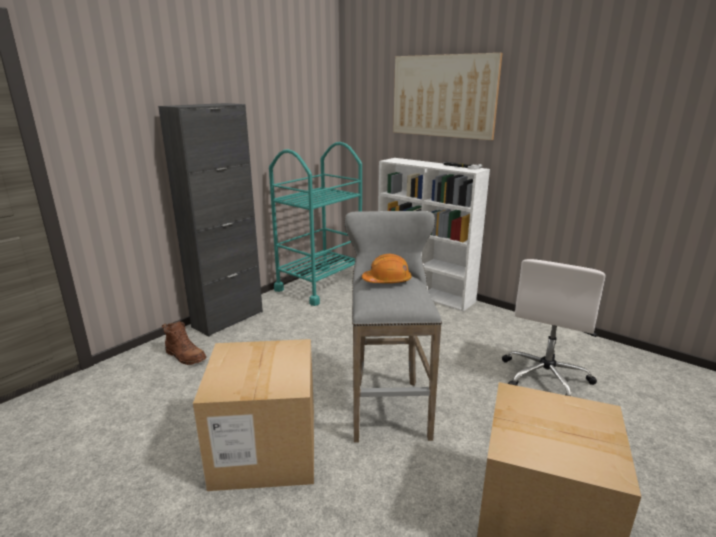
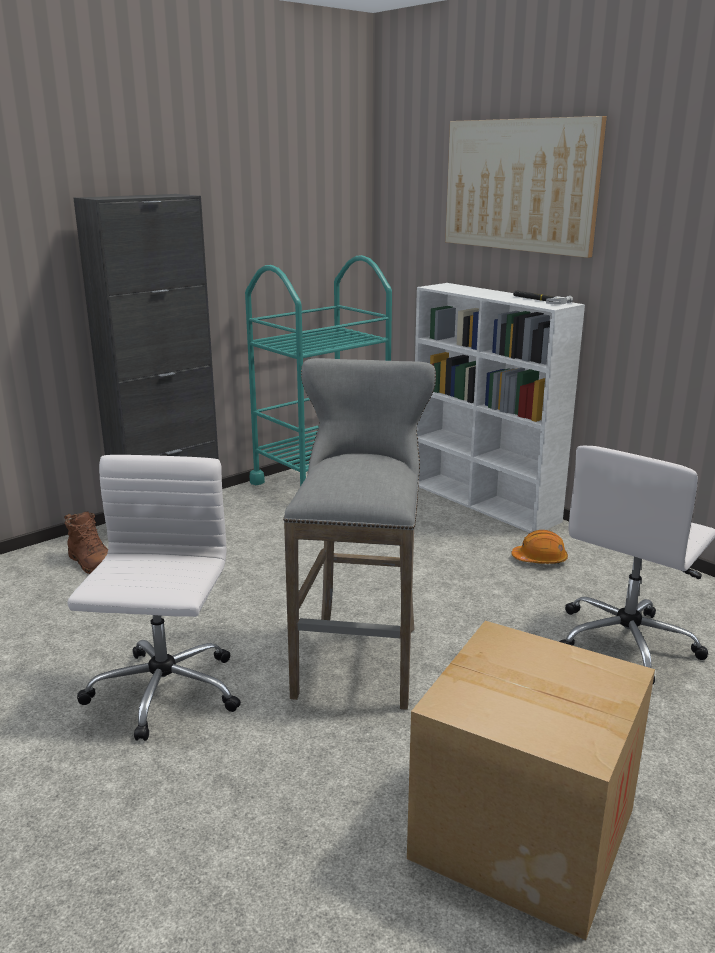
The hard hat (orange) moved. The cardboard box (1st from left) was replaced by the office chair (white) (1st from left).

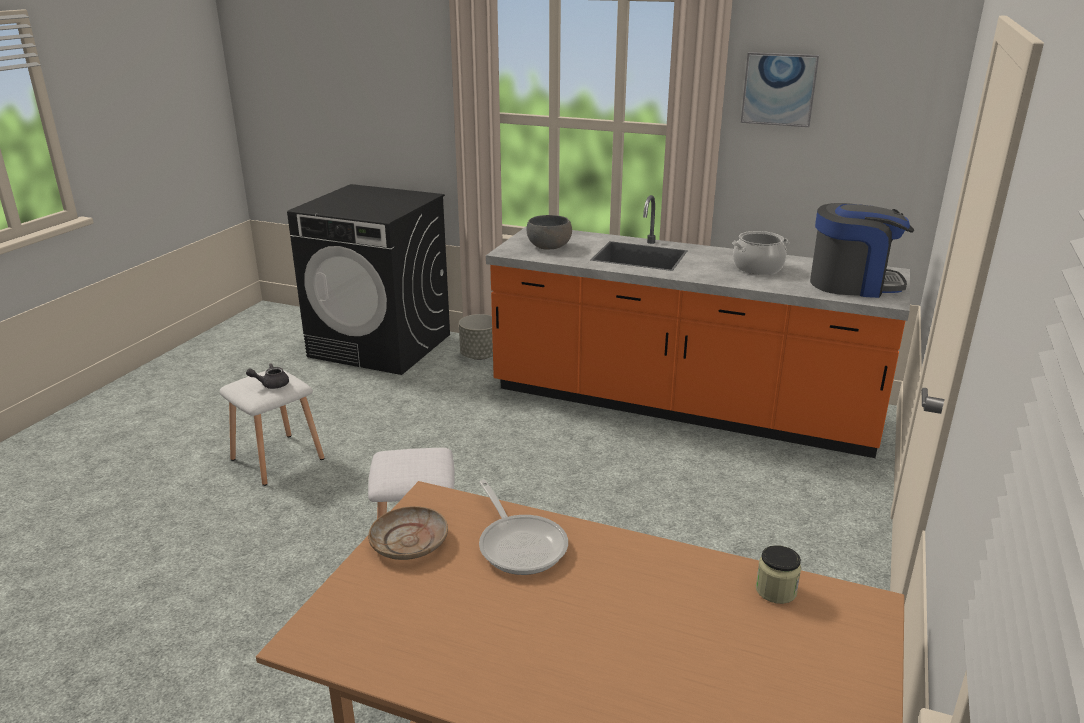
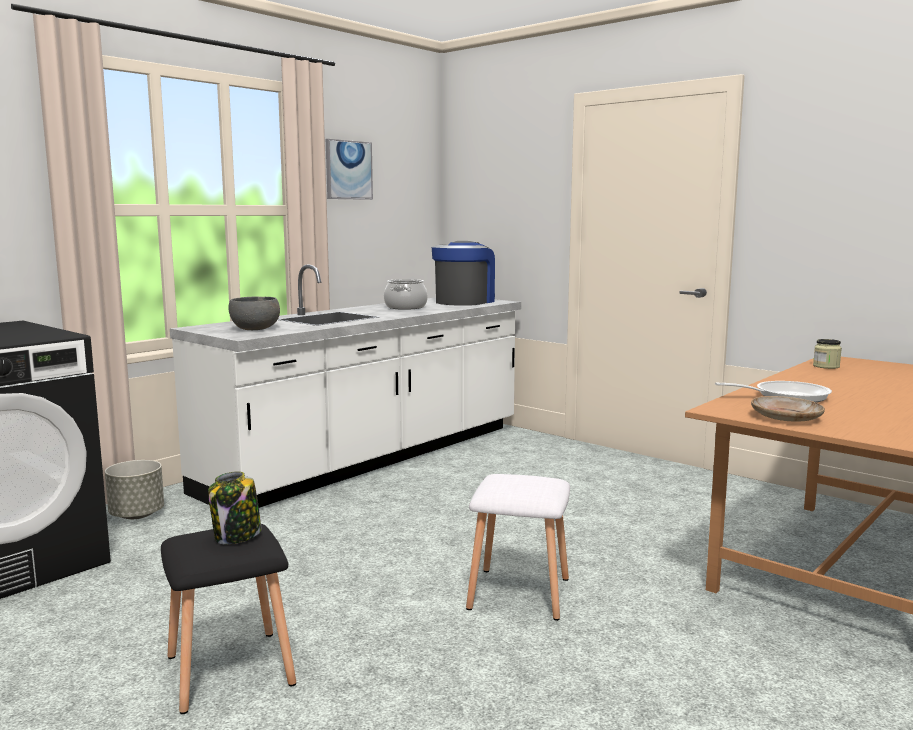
The teapot (grey) was replaced by the jar (1st from left). The stool (white) (1st from left) became the stool (black). The counter (orange) became the counter (white).

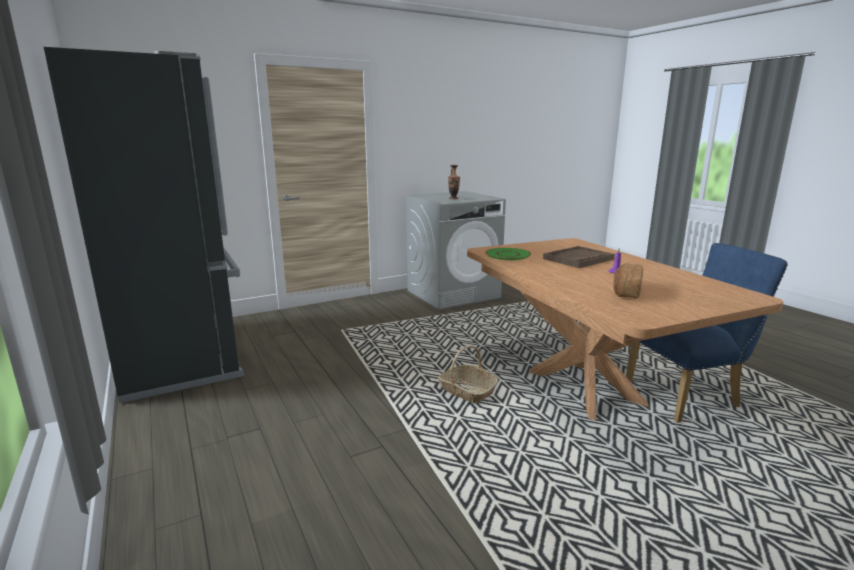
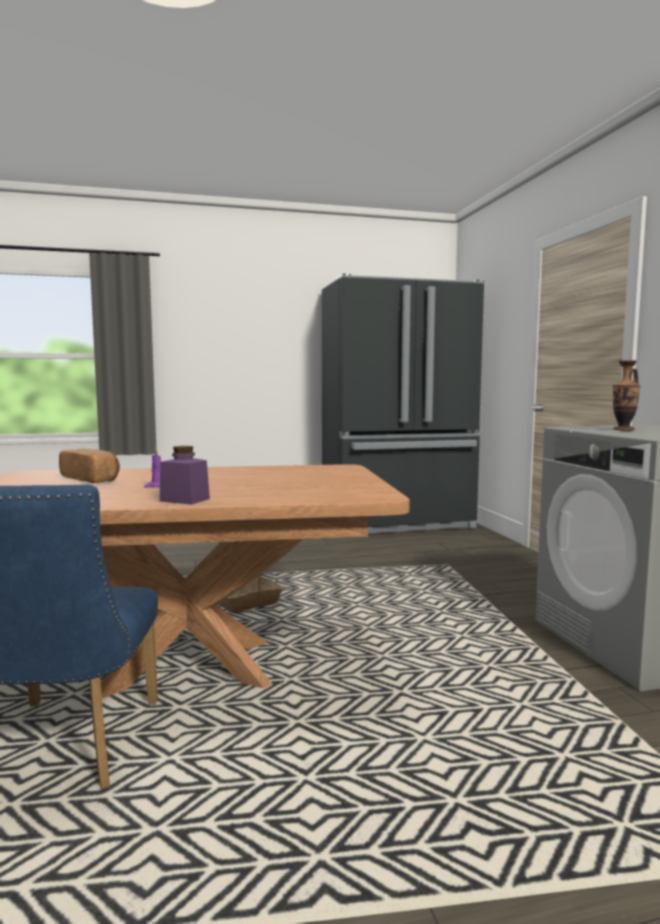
The plate (green) disappeared. The tray (brown) disappeared. The jar (purple) appeared.

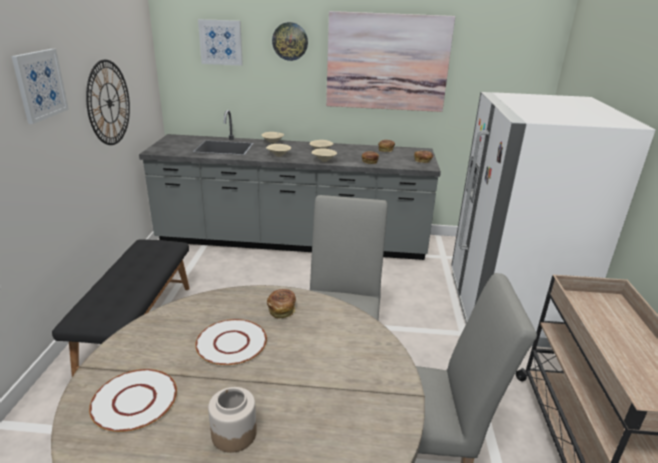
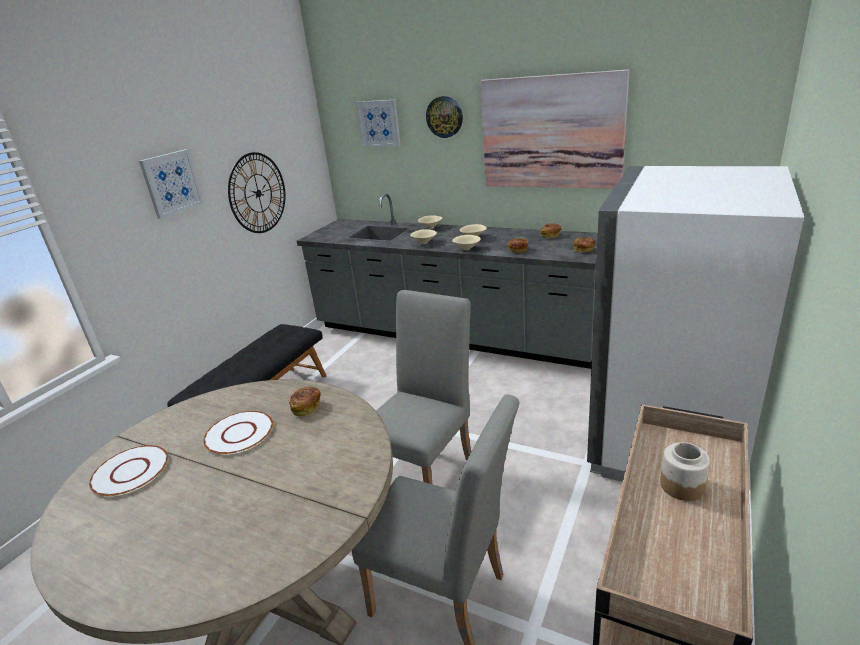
The jar moved.

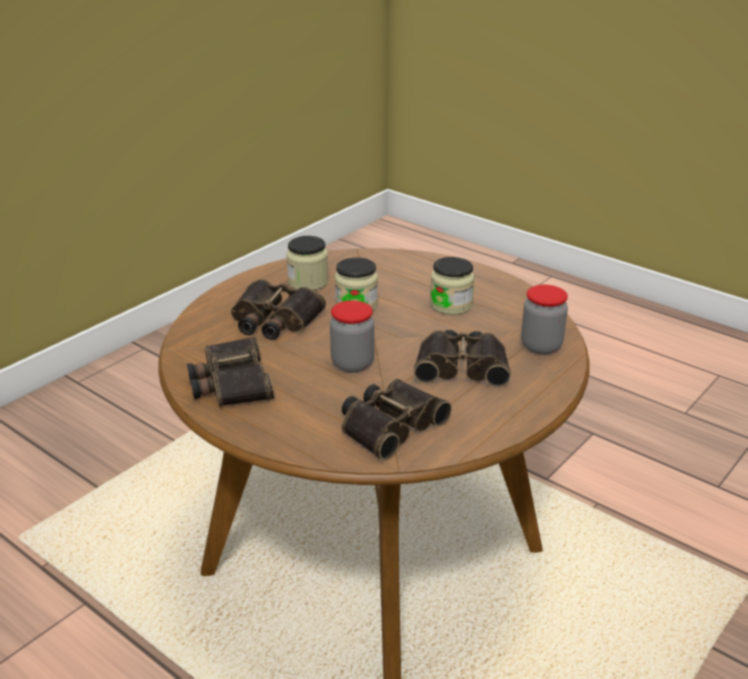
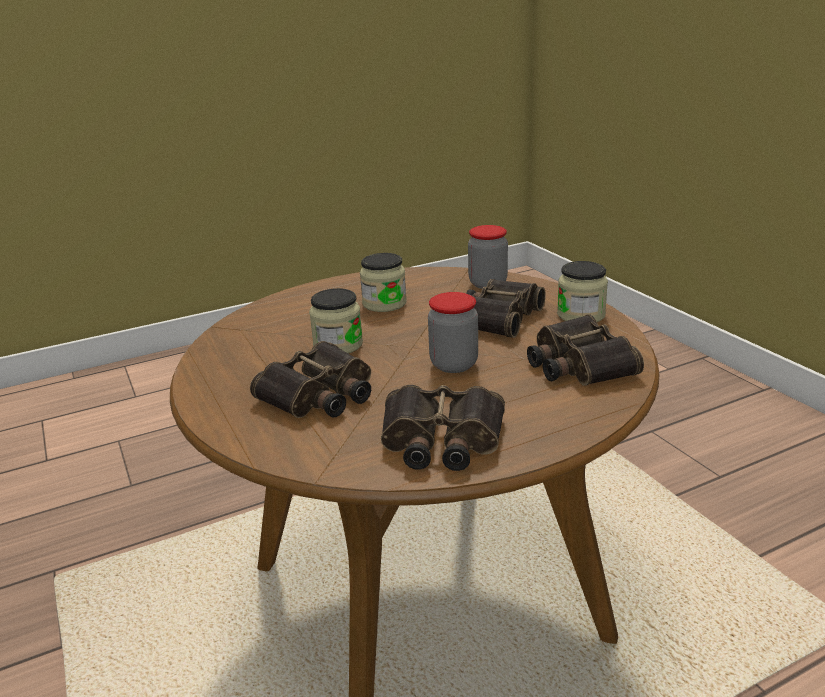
The jar (1st from left in the first image) moved.

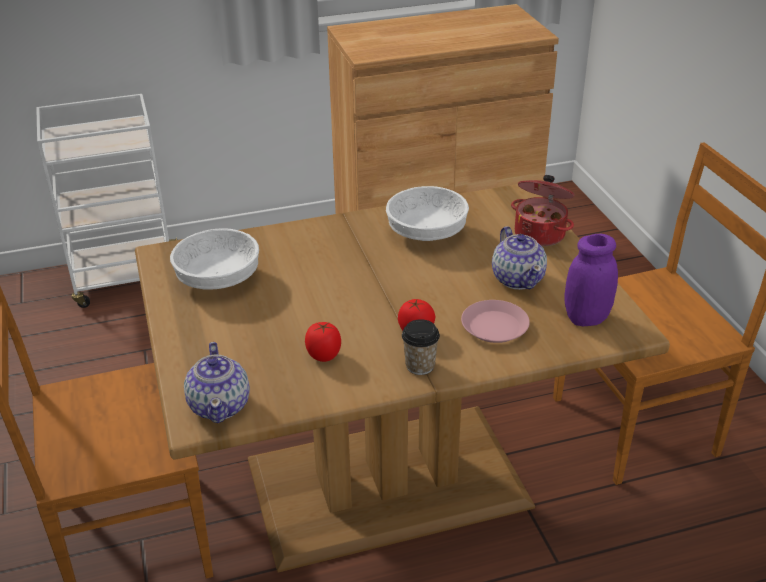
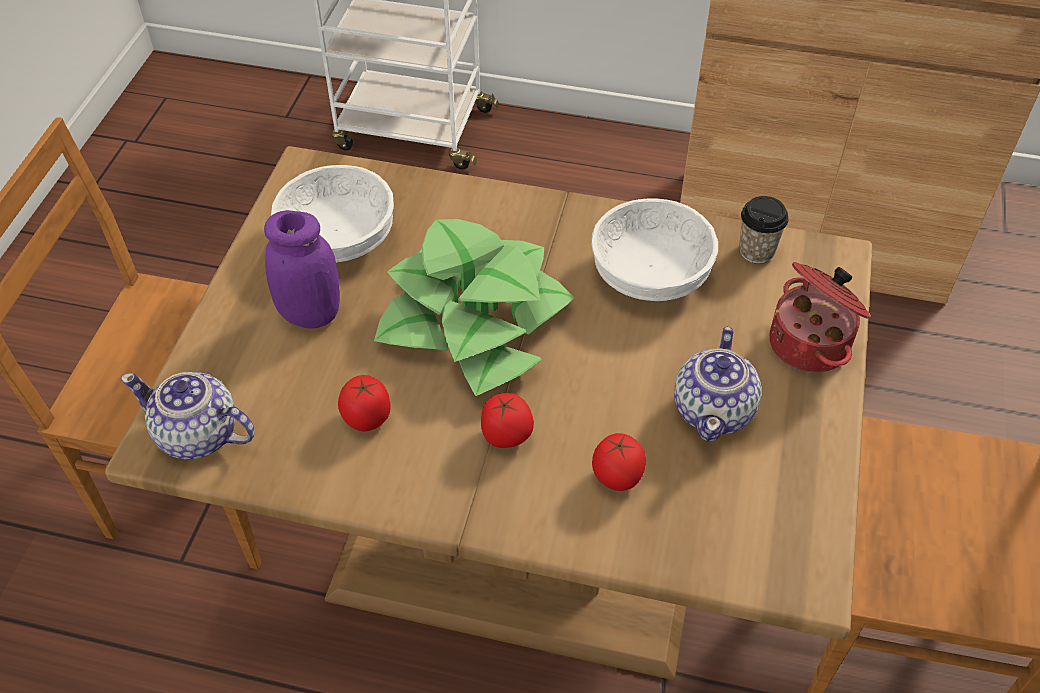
The potted plant appeared. The cup moved. The jar (purple) moved. The plate (pink) was replaced by the tomato (3rd from left). The teapot (1st from left) turned 90 degrees clockwise.

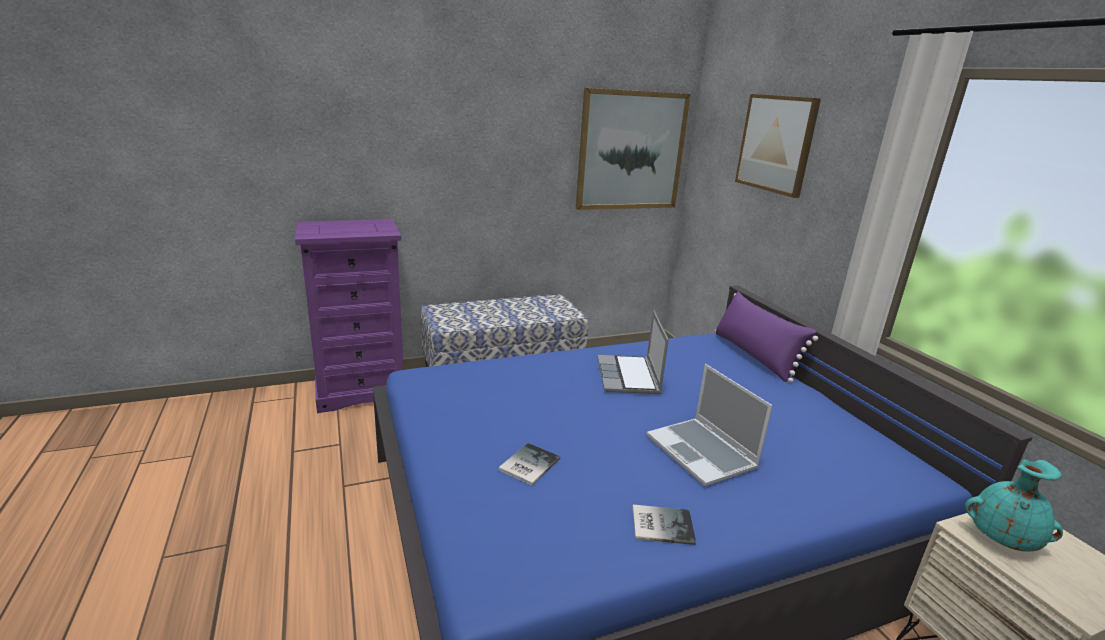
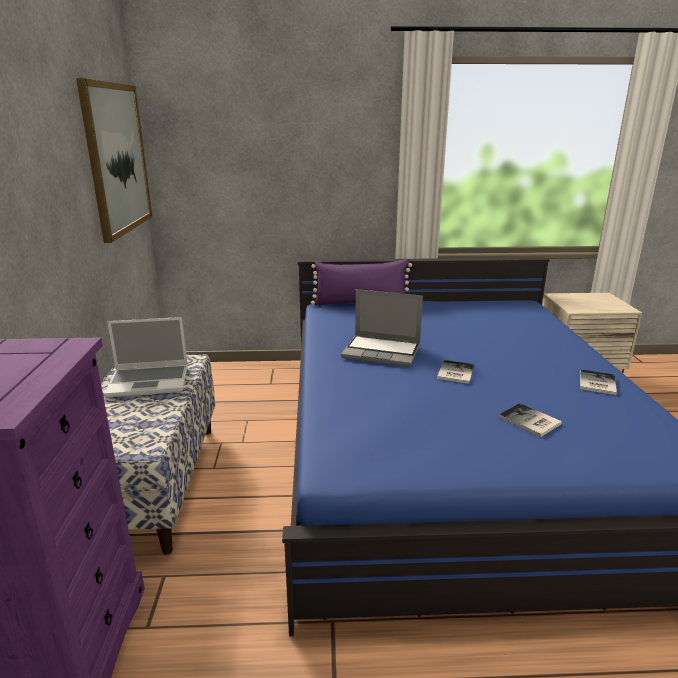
The picture (2nd from left) disappeared. The vase (turquoise) disappeared. The book (1st from left) appeared. The laptop (2nd from left in the first image) moved.

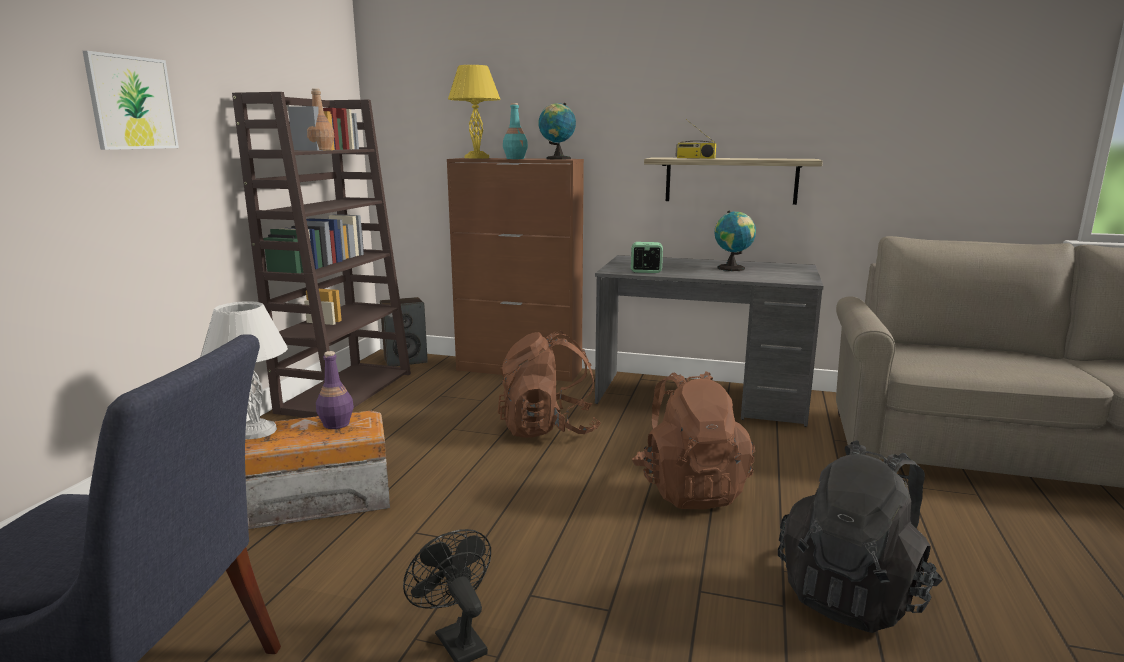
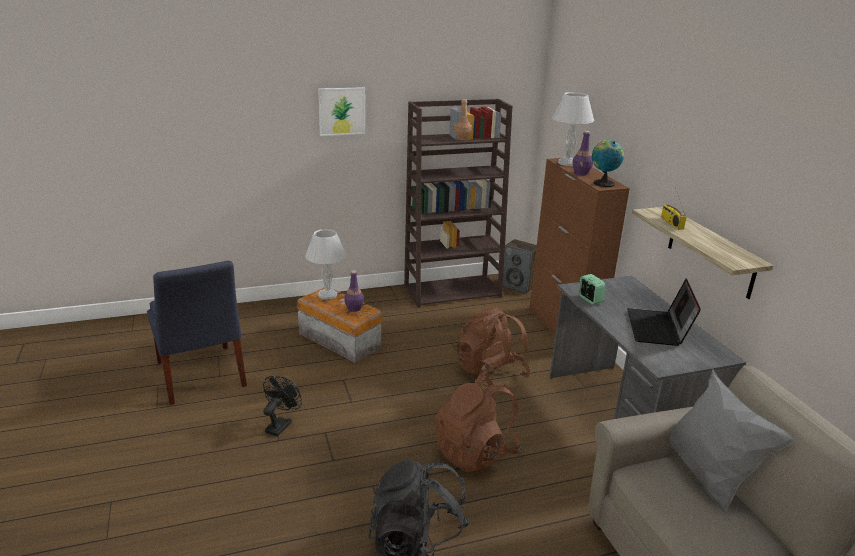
The pillow (grey) appeared. The globe (2nd from left) was replaced by the laptop. The table lamp (yellow) became the table lamp (white) (2nd from left). The bottle (turquoise) became the bottle (purple) (2nd from left).

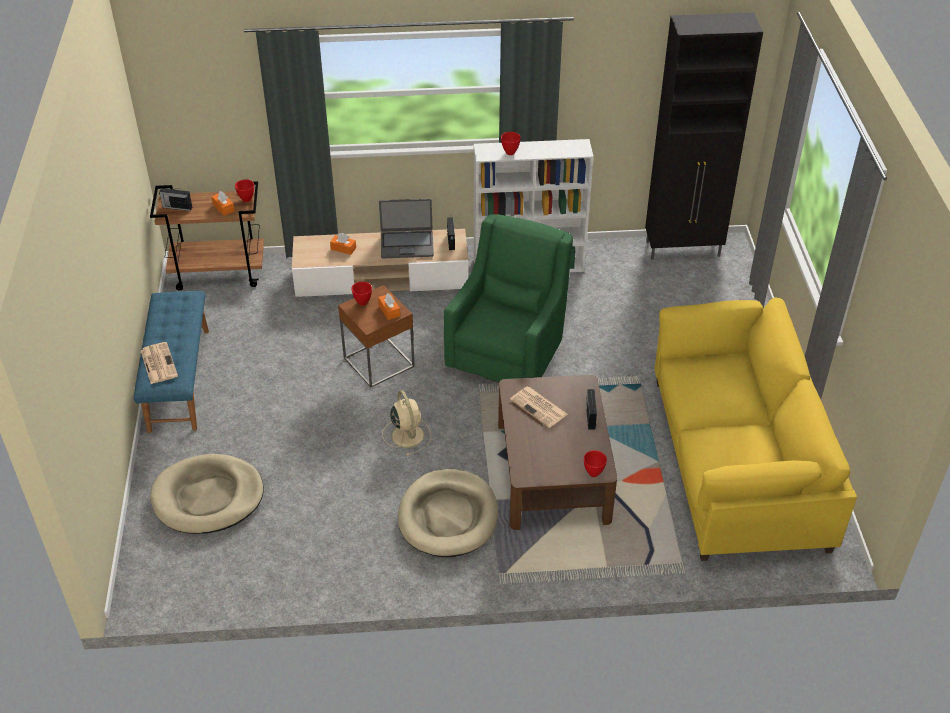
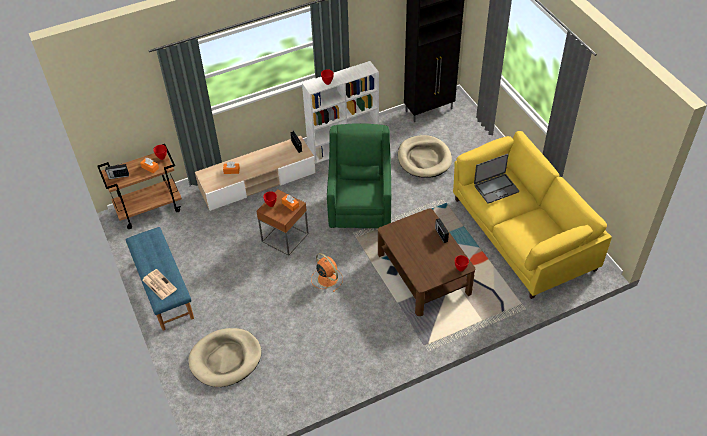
The newspaper (2nd from left) disappeared. The laptop moved. The dog bed (beige) (2nd from left) moved. The fan (beige) became the fan (orange).

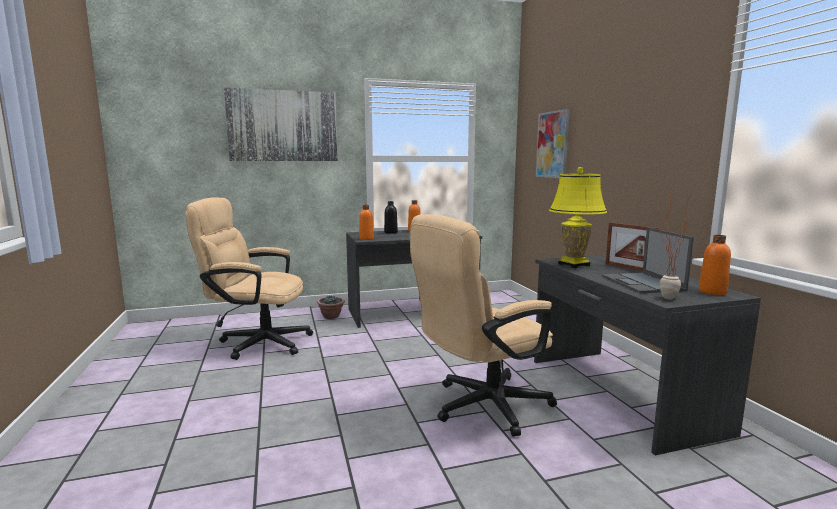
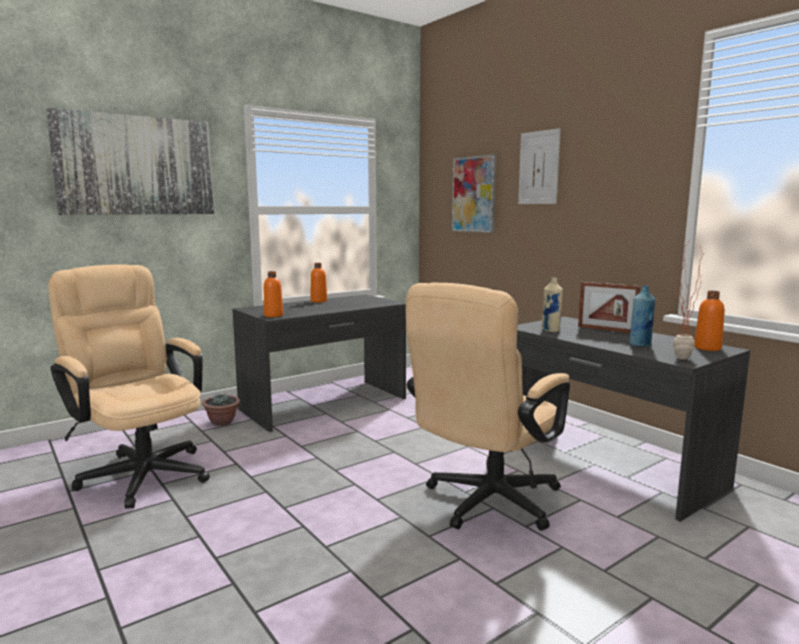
The bottle (black) disappeared. The picture (3rd from left) appeared. The table lamp (yellow) was replaced by the bottle (beige). The laptop was replaced by the bottle (blue). The office chair (beige) (1st from left) turned 60 degrees clockwise.

